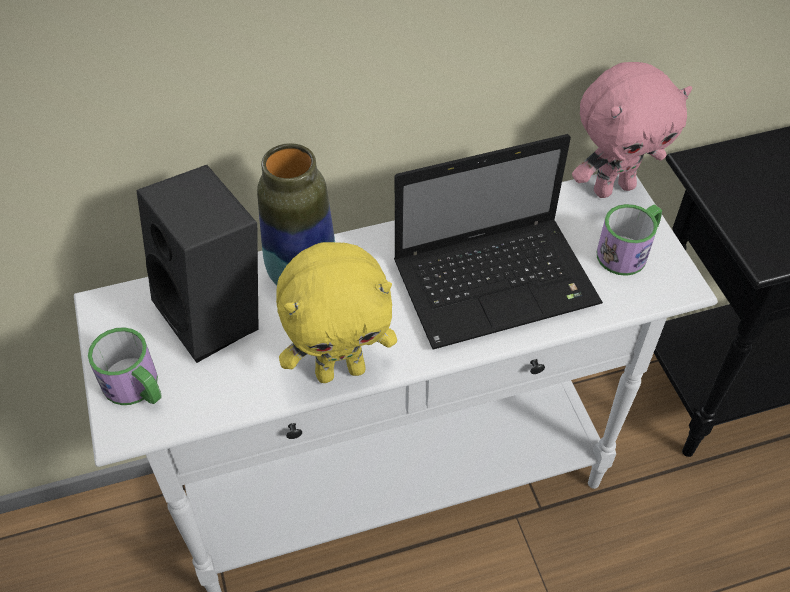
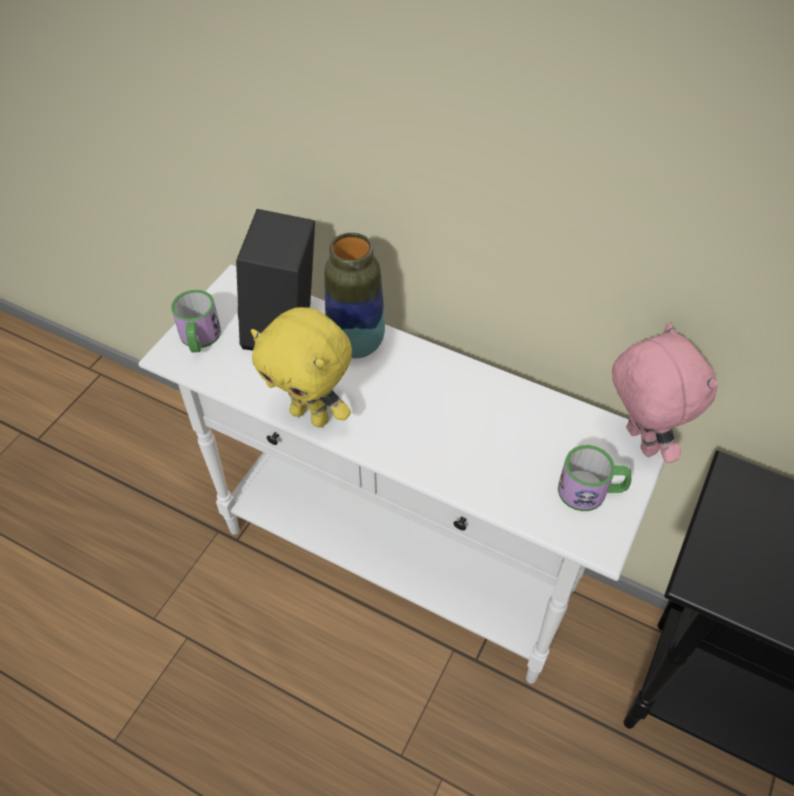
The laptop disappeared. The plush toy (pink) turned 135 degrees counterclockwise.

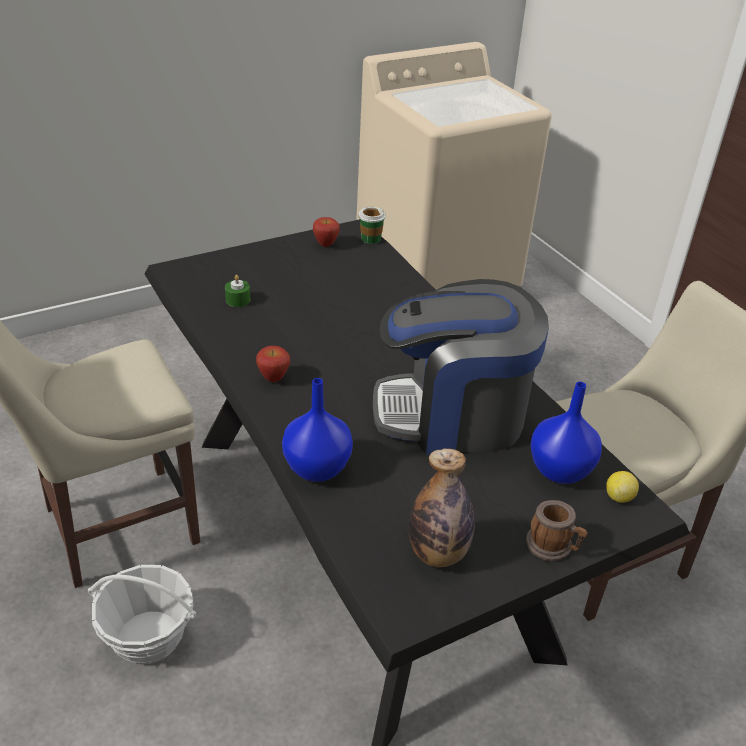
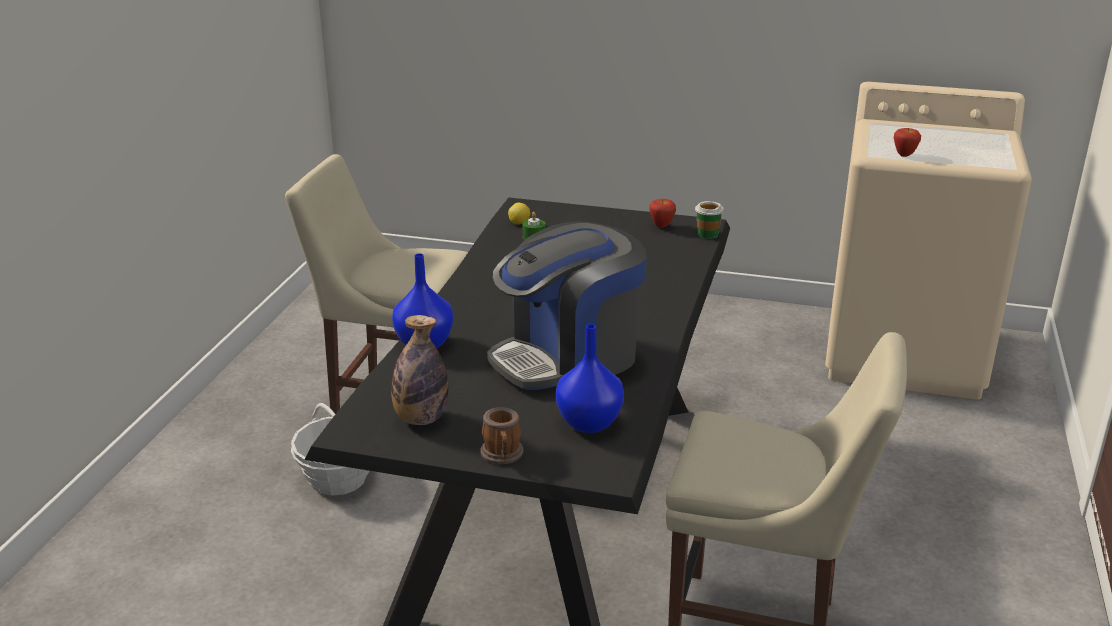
The apple (1st from left in the first image) moved. The lemon moved. The coffee machine turned 75 degrees counterclockwise.

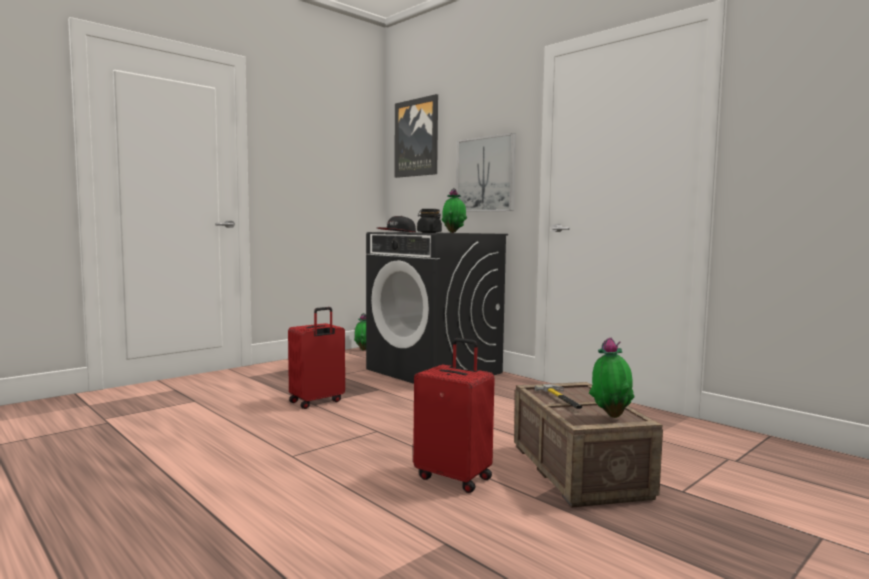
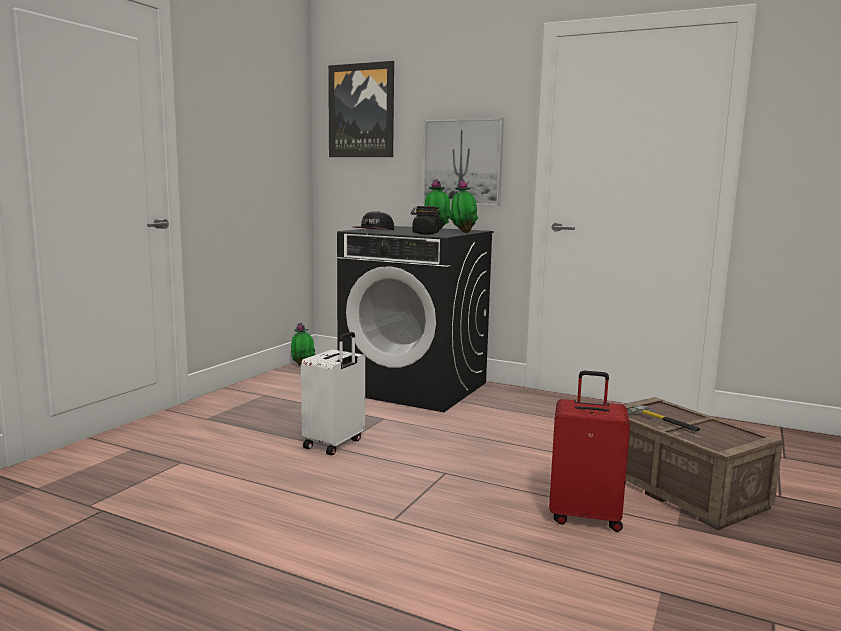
The potted plant (3rd from left) moved. The suitcase (red) (1st from left) became the suitcase (white).

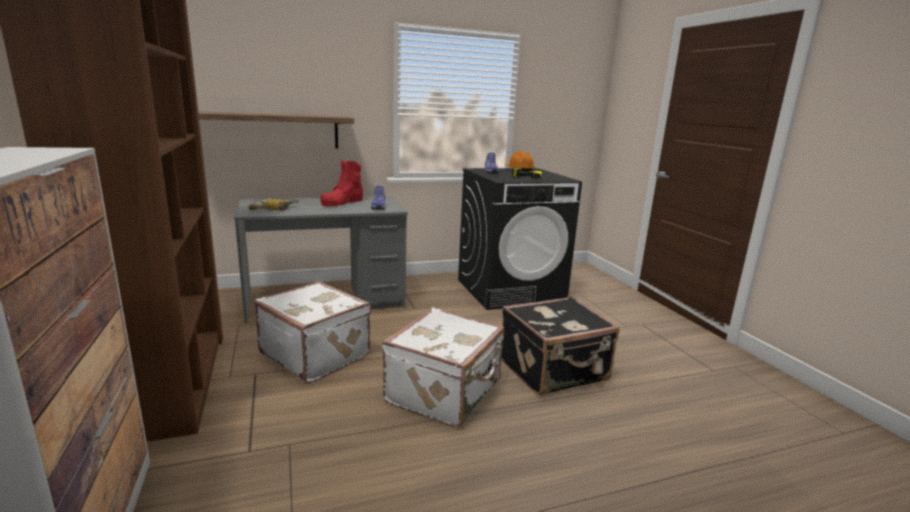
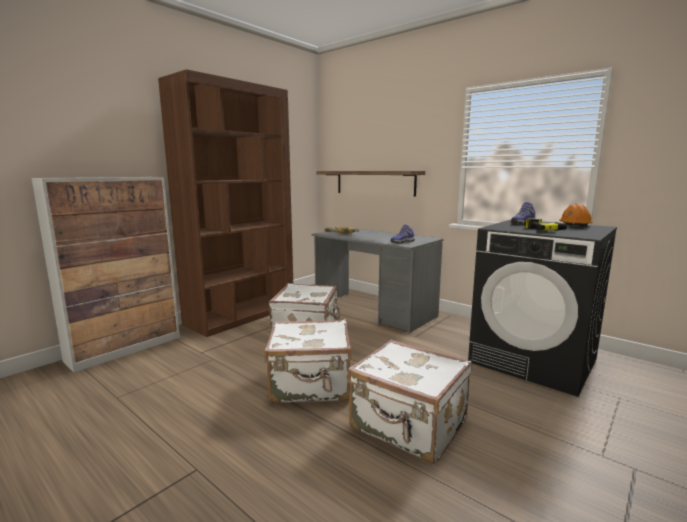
The boot (red) disappeared. The suitcase (black) became the suitcase (white) (3rd from left).

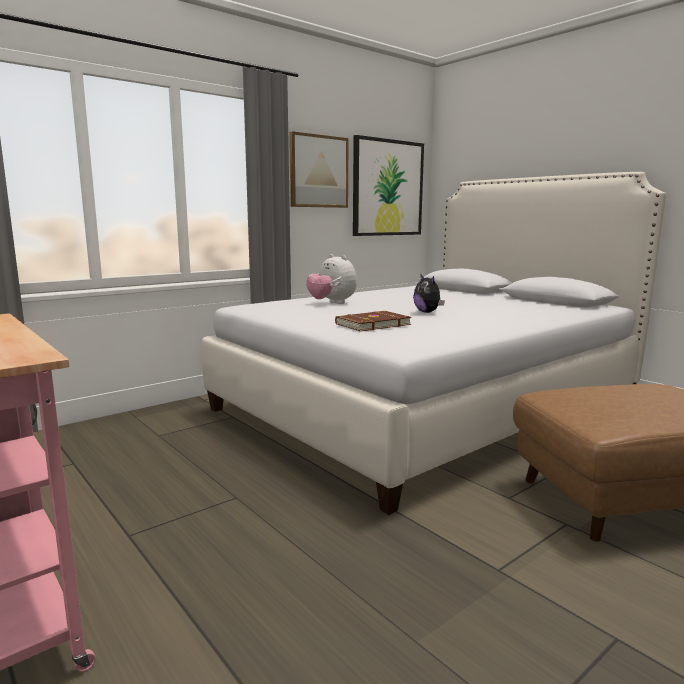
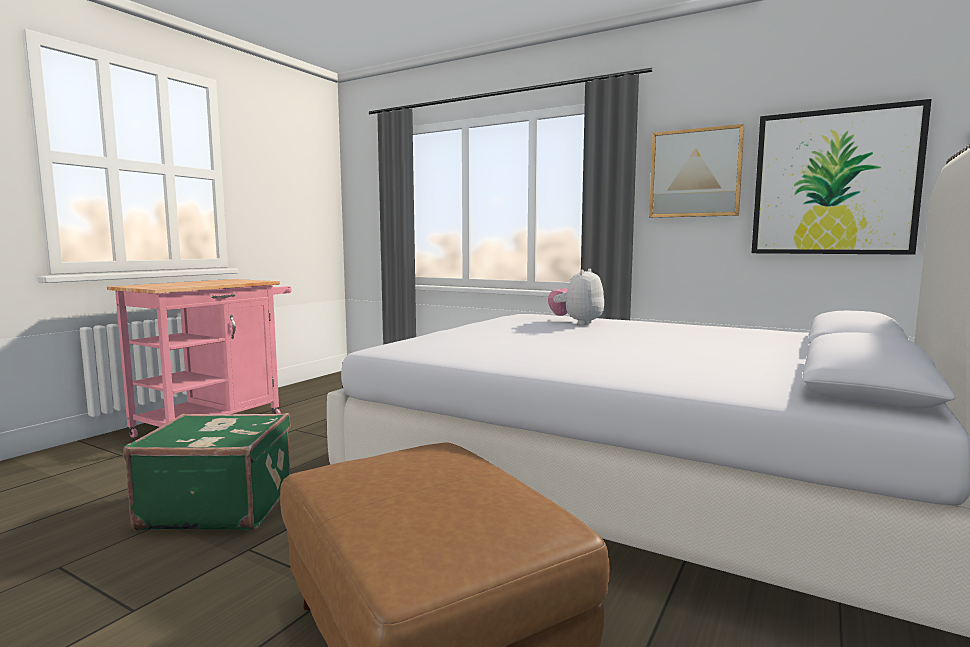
The book (brown) disappeared. The plush toy (2nd from left) disappeared. The suitcase (green) appeared.

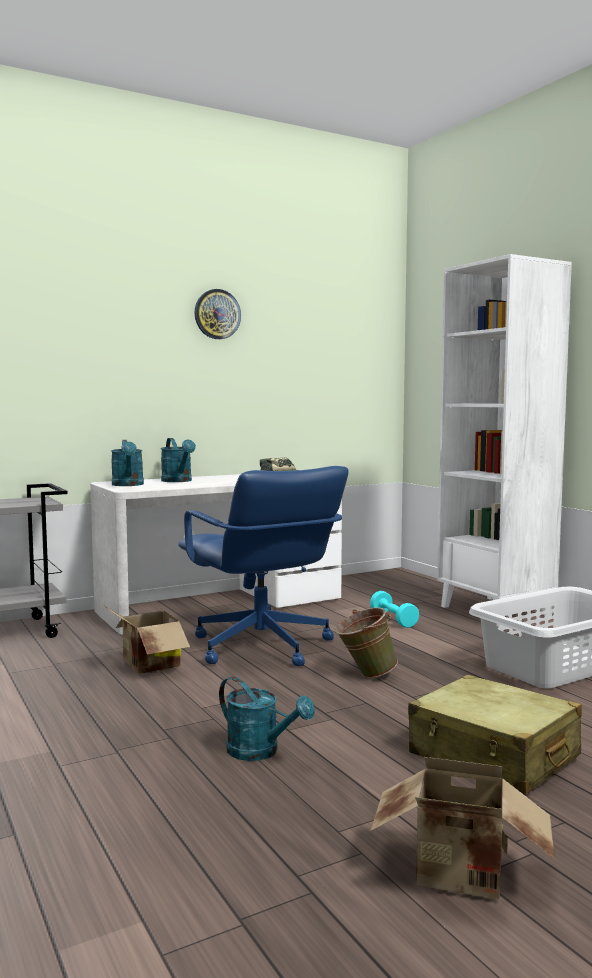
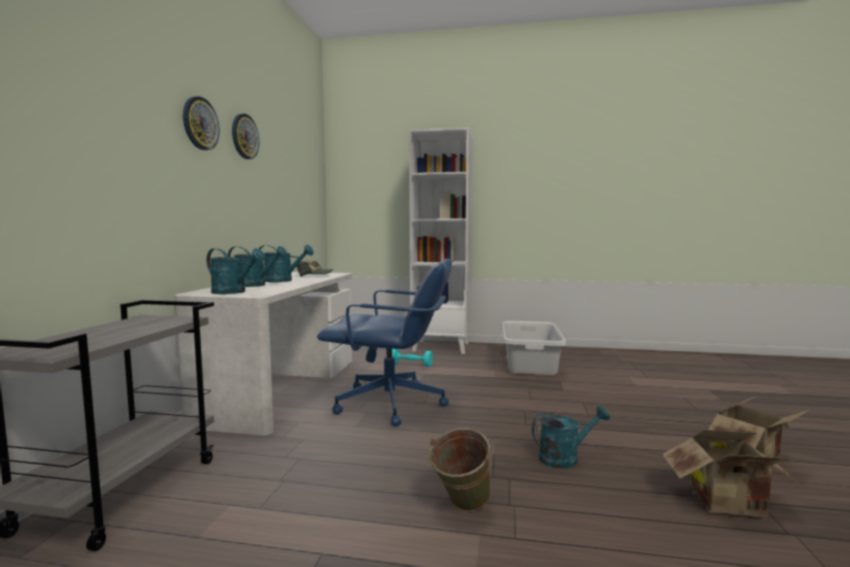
The suitcase (beige) disappeared. The wall clock (1st from left) appeared. The watering can (turquoise) (3rd from left) appeared. The cardboard box (1st from left) moved. The bucket (green) moved.

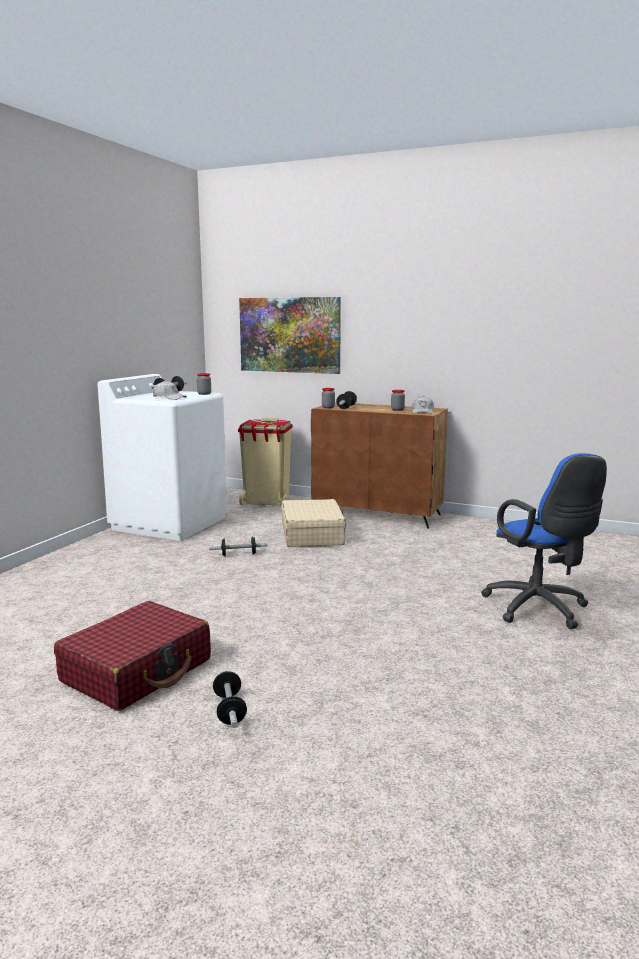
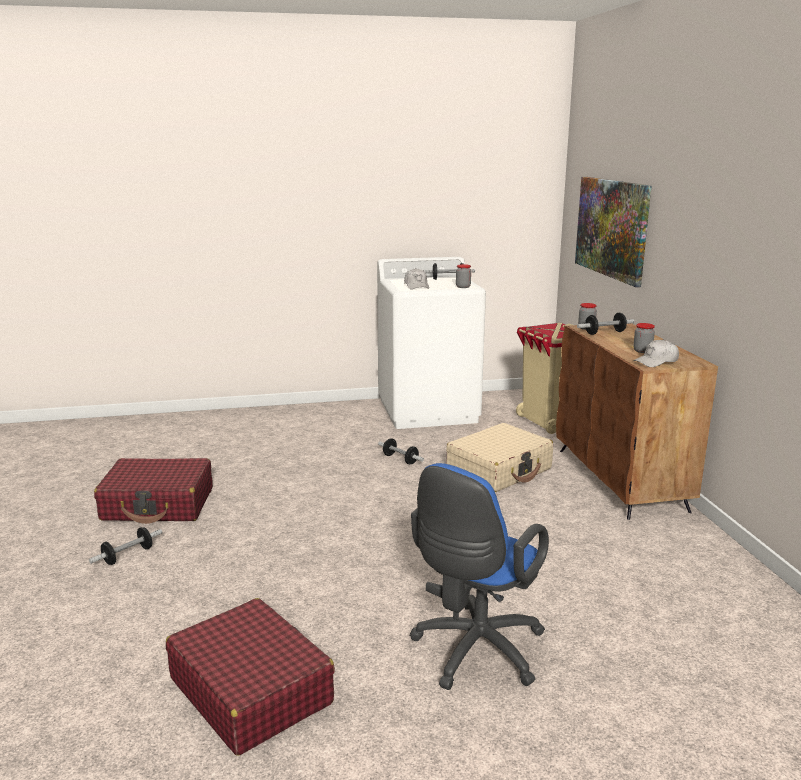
The suitcase (red) (2nd from left) appeared.

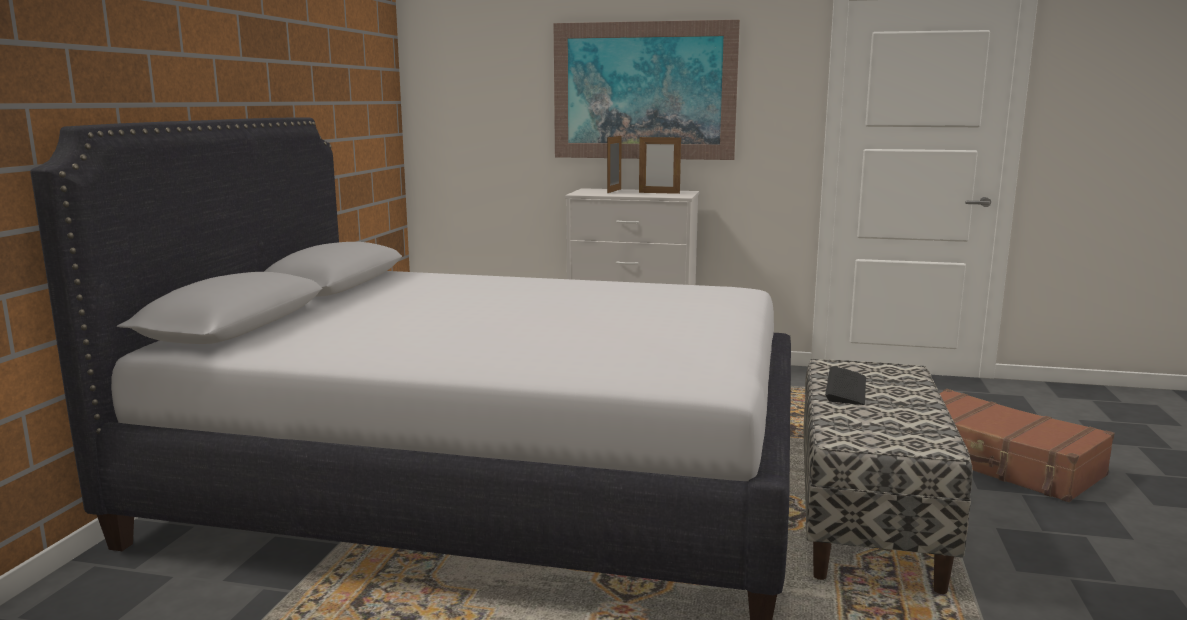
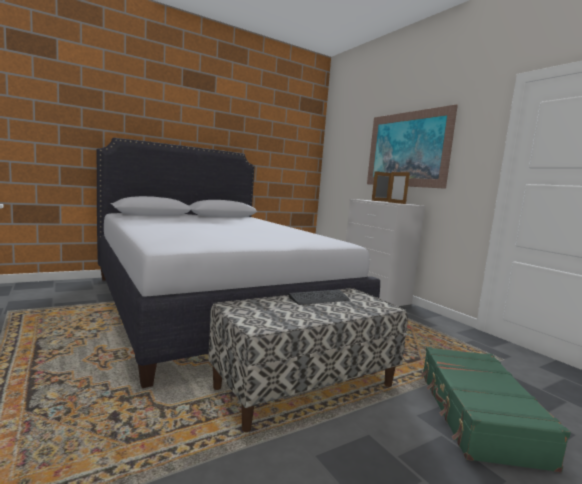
The suitcase (brown) became the suitcase (green).

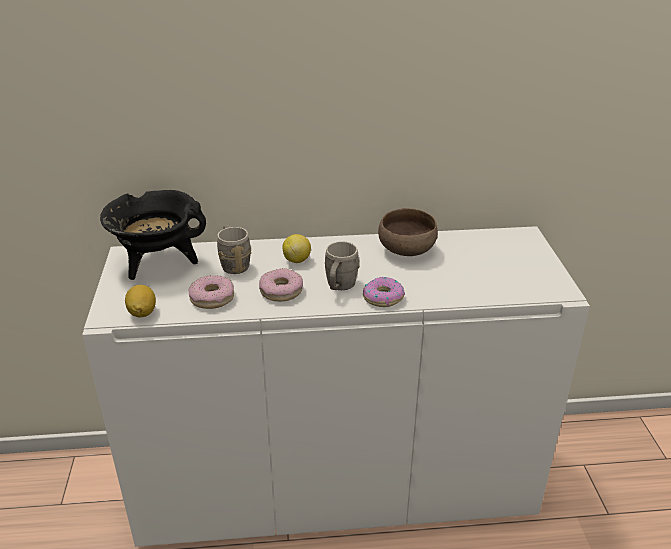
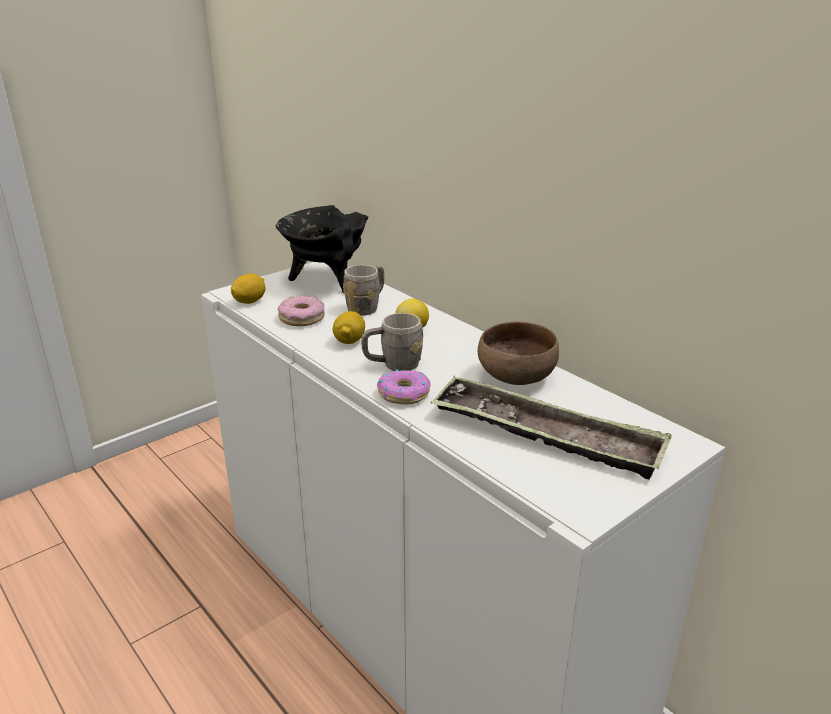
The tray appeared. The donut (2nd from left) was replaced by the lemon (2nd from left).

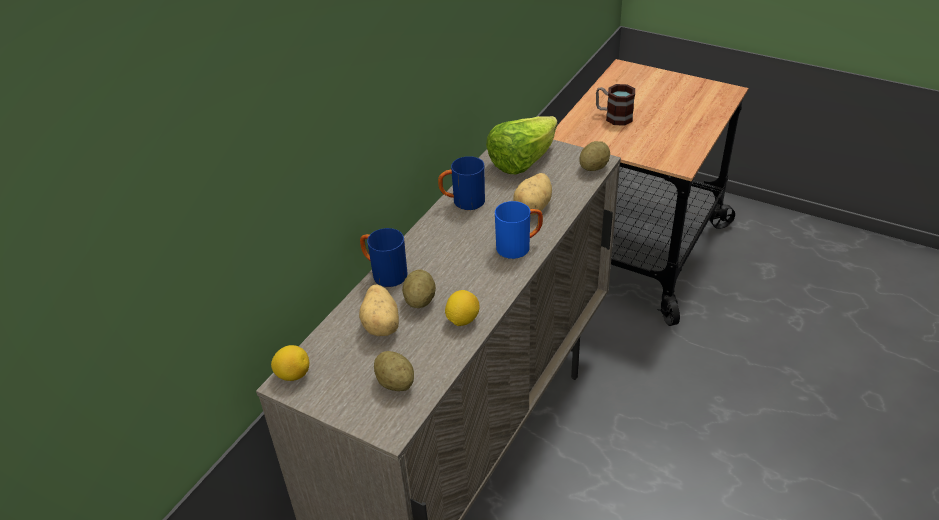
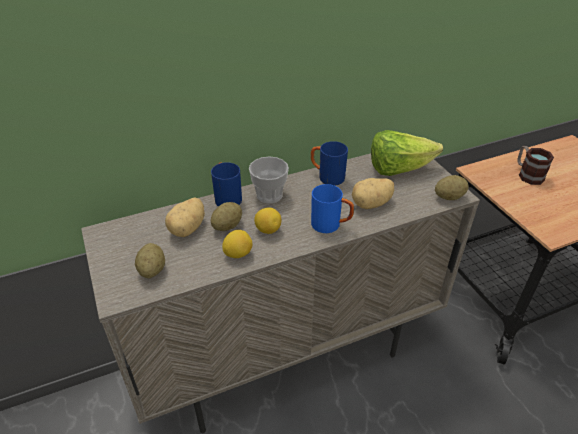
The cup appeared. The lemon (1st from left in the first image) moved.

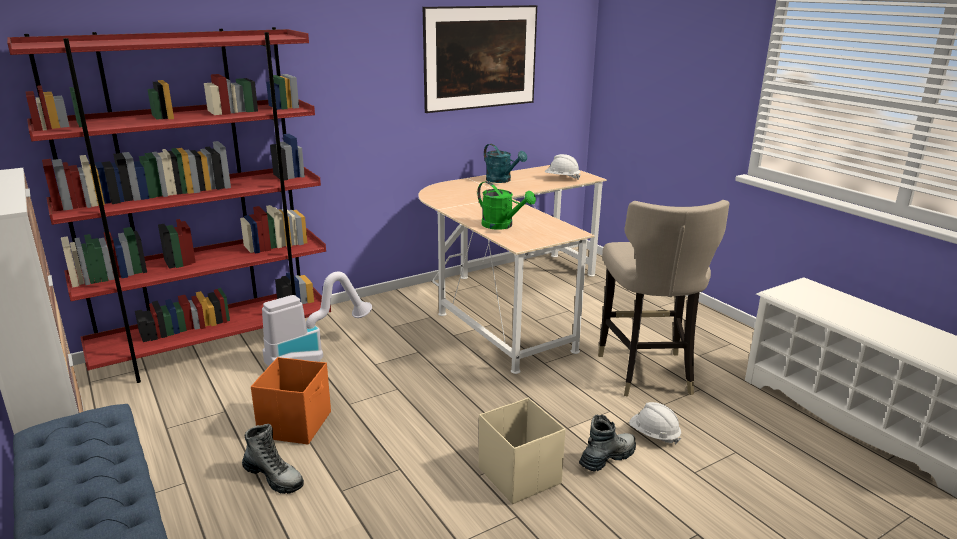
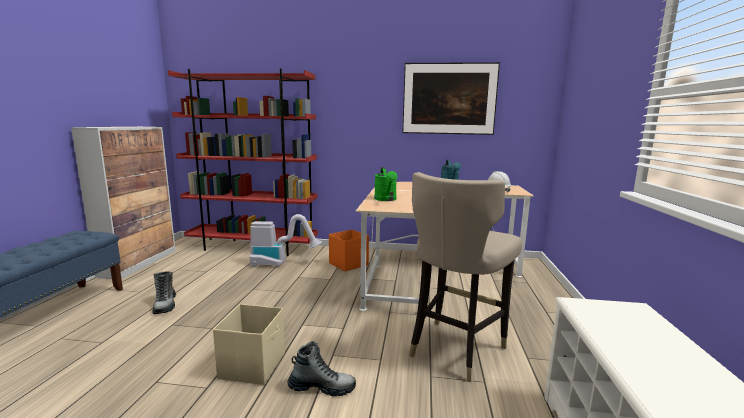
The hard hat (white) (2nd from left) disappeared. The storage box (orange) moved.

